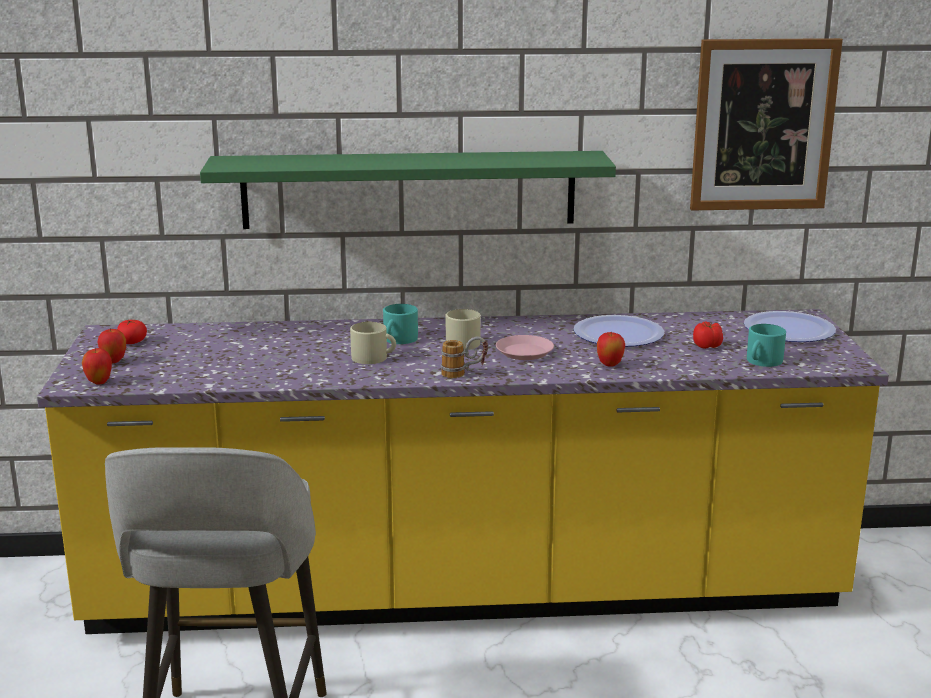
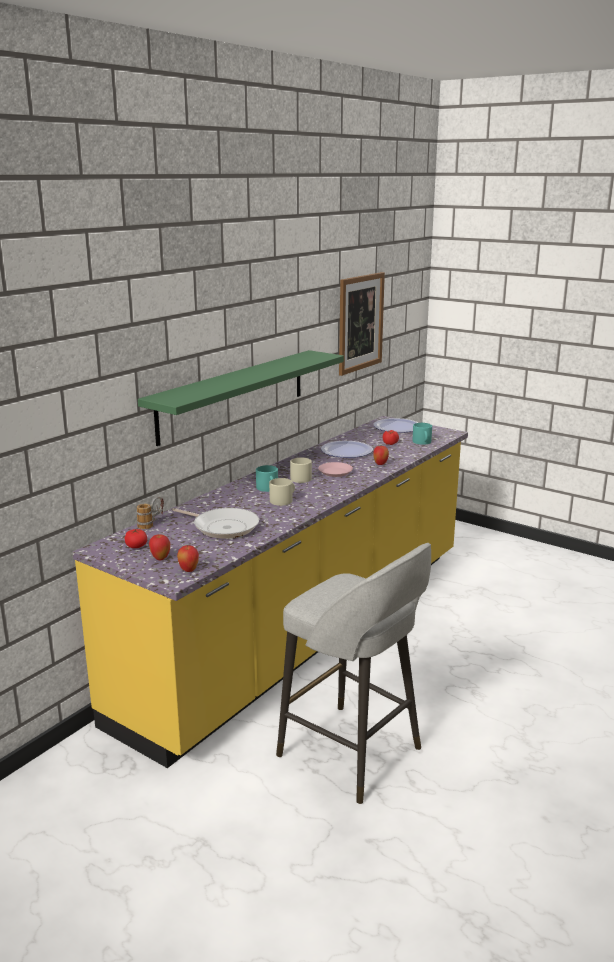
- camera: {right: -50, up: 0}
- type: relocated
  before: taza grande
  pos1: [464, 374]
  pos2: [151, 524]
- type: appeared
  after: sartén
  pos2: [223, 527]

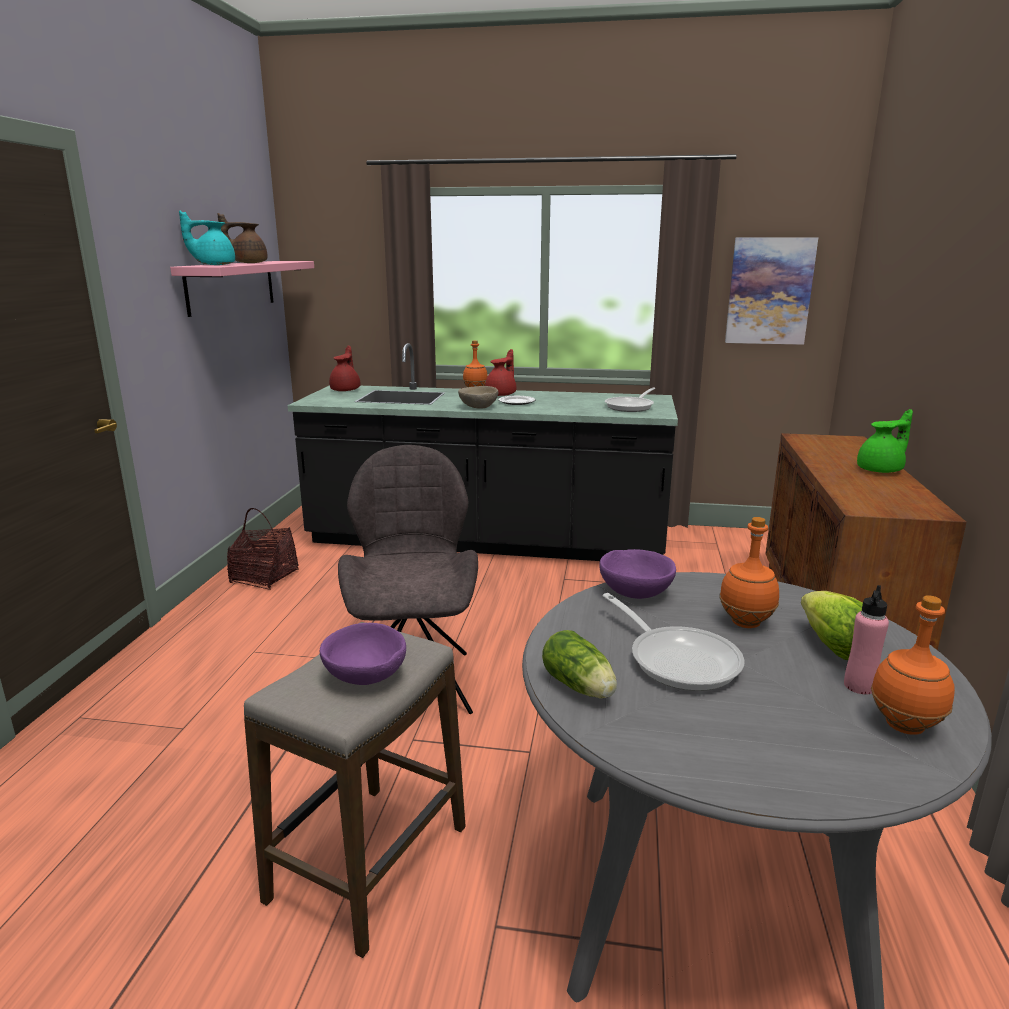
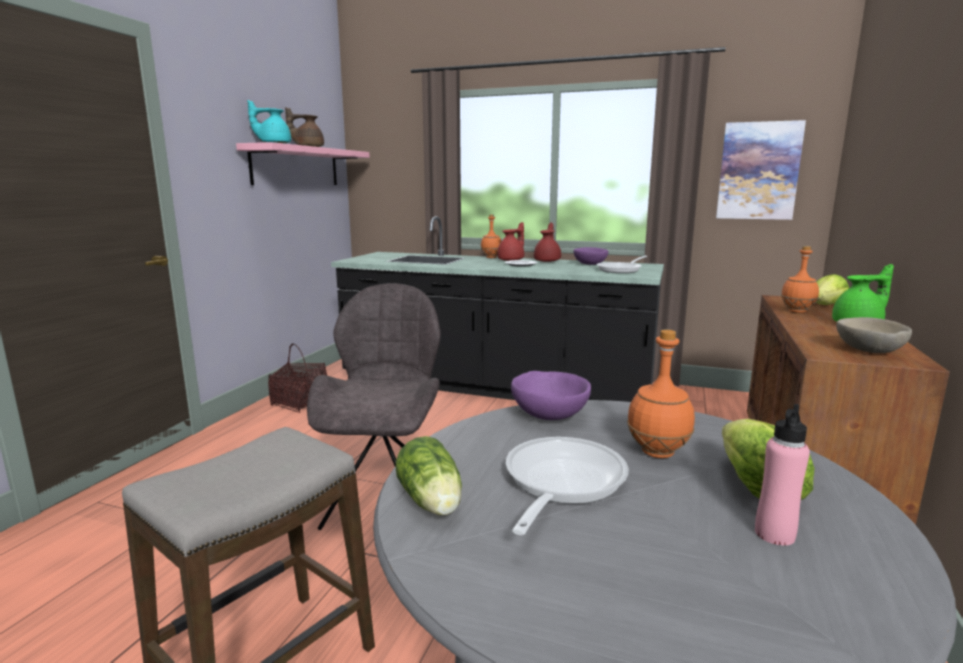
- camera: {right: 10, up: -5}
- type: relocated
  before: cuenco [morado]
  pos1: [364, 676]
  pos2: [589, 264]
- type: relocated
  before: tetera [rojo]
  pos1: [346, 390]
  pos2: [547, 261]
- type: relocated
  before: cuenco [beis]
  pos1: [478, 407]
  pos2: [868, 351]
- type: spun
  before: sartén
  pos1: [678, 659]
  pos2: [560, 483]
  turn: -135
- type: relocated
  before: botella [naranja]
  pos1: [905, 726]
  pos2: [797, 311]
- type: appeared
  after: lechuga
  pos2: [826, 305]

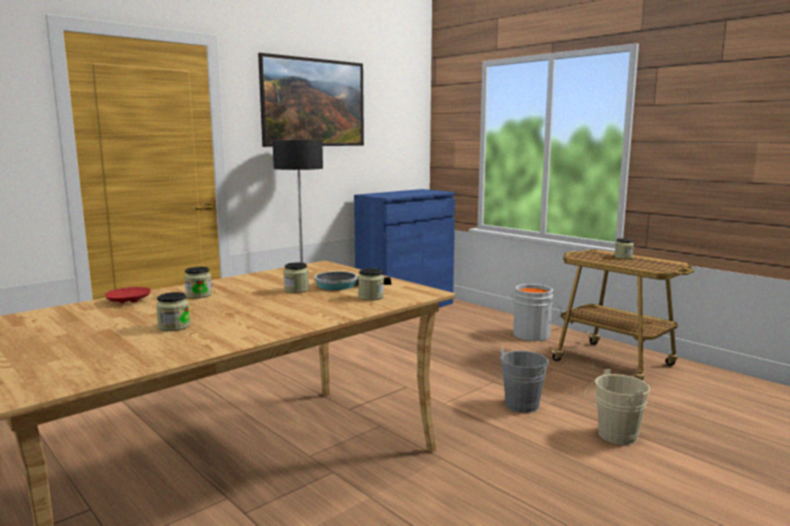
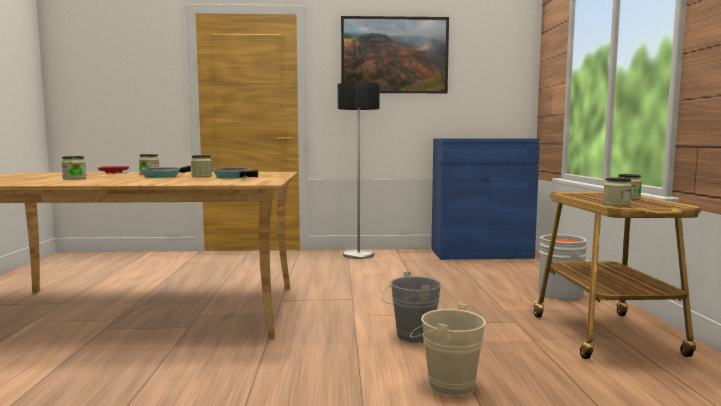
- camera: {right: 40, up: -5}
- type: relocated
  before: tarro
  pos1: [371, 297]
  pos2: [616, 204]
- type: appeared
  after: sartén
  pos2: [163, 176]

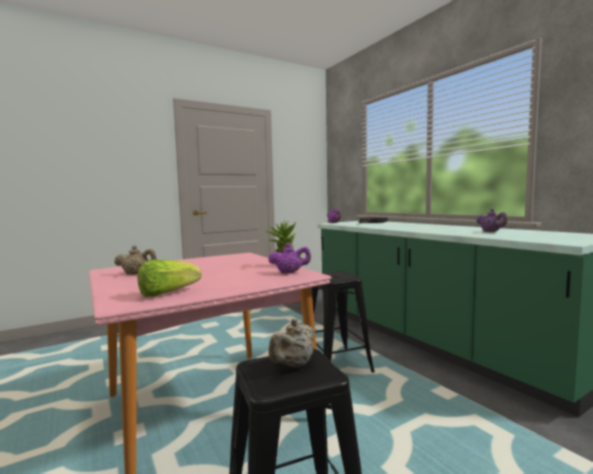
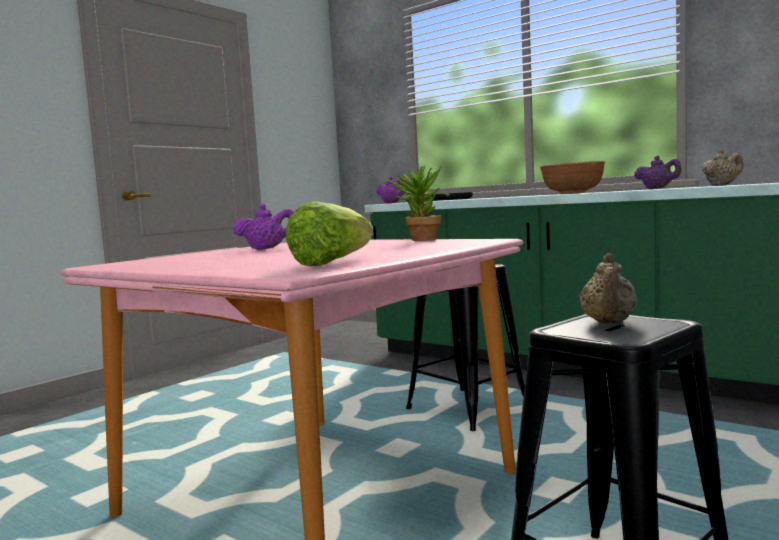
- camera: {right: -20, up: 0}
- type: relocated
  before: tetera [beis]
  pos1: [136, 274]
  pos2: [722, 185]
- type: relocated
  before: tetera [morado]
  pos1: [290, 272]
  pos2: [267, 249]
- type: appeared
  after: cuenco [marrón]
  pos2: [572, 193]

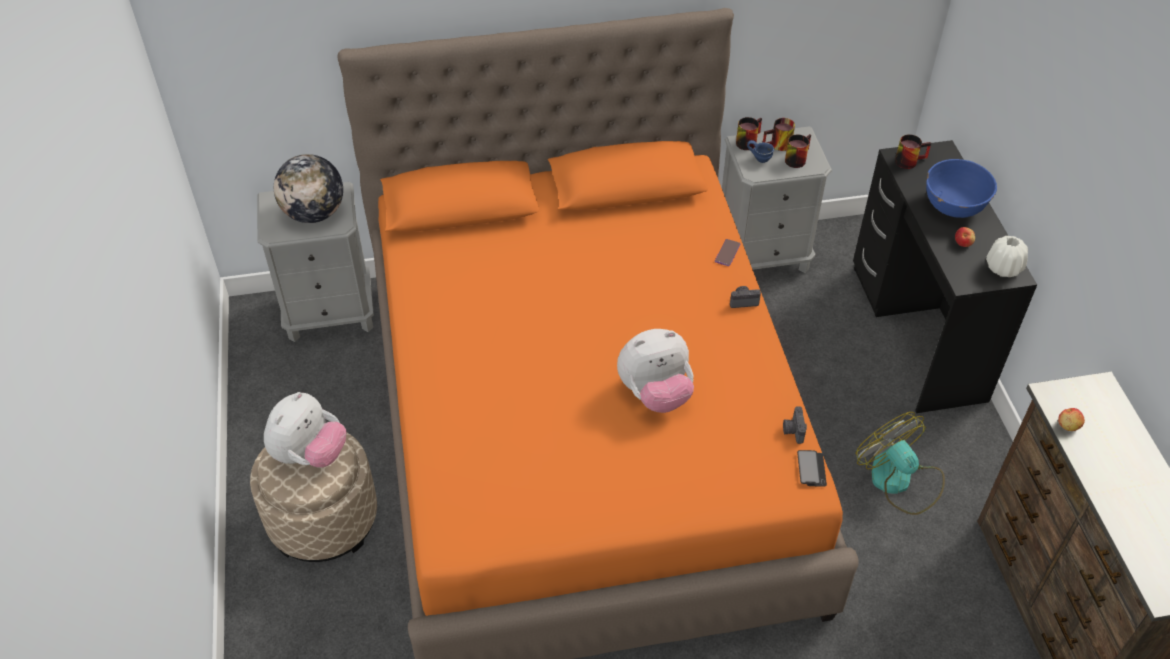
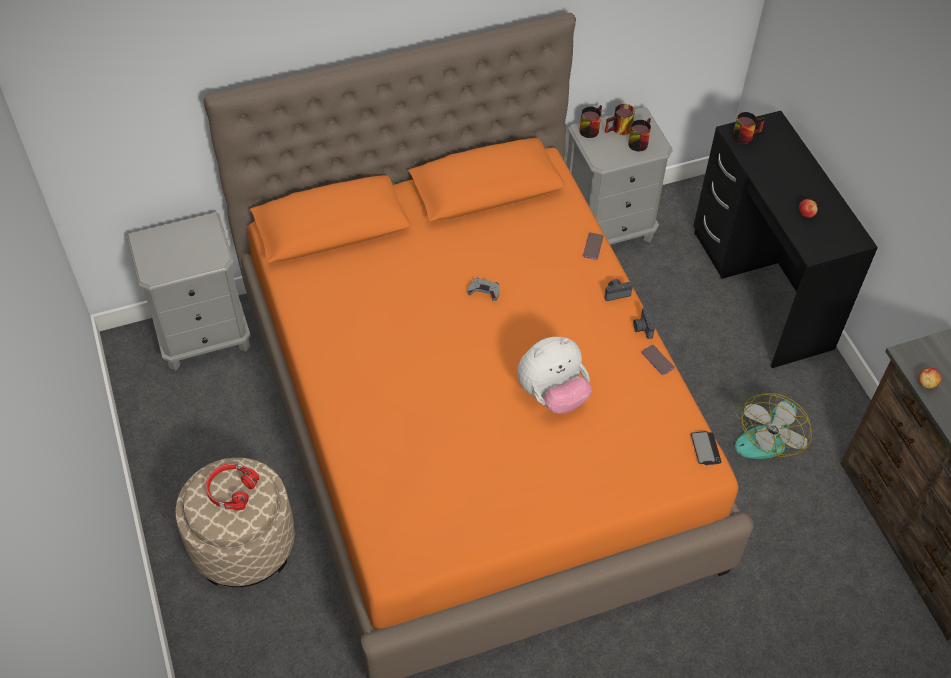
- camera: {right: -10, up: 5}
- type: exchanged
  before: peluche
  after: auriculares [rojo]
  pos1: [310, 454]
  pos2: [231, 489]
- type: missing
  before: globo terráqueo
  pos1: [314, 213]
- type: missing
  before: taza grande [azul]
  pos1: [760, 158]
- type: relocated
  before: cámara
  pos1: [793, 430]
  pos2: [642, 328]
- type: spun
  before: ventilador
  pos1: [899, 481]
  pos2: [766, 435]
  turn: -105
- type: missing
  before: cuenco [azul]
  pos1: [954, 205]
- type: missing
  before: florero [blanco]
  pos1: [1003, 268]
- type: appeared
  after: mando de consola [gris]
  pos2: [484, 290]
- type: appeared
  after: móvil
  pos2: [657, 360]

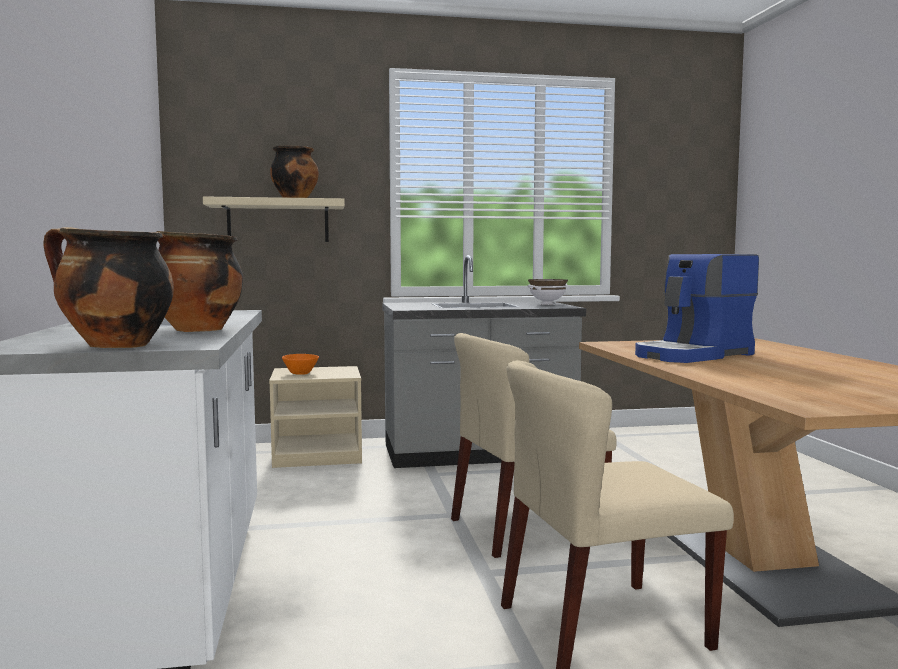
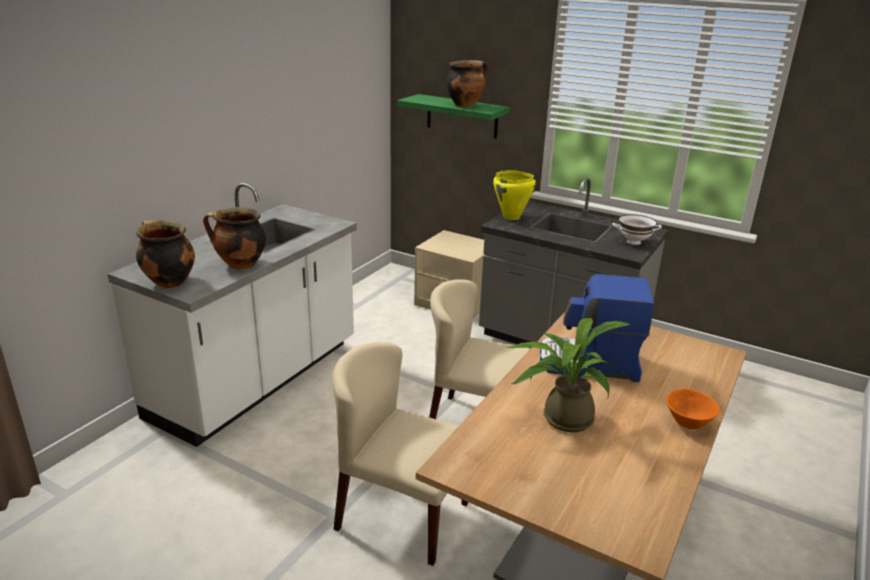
- camera: {right: 40, up: 20}
- type: colour
  before: estante [beis]
  after: estante [verde]
  pos1: [278, 221]
  pos2: [462, 116]
- type: relocated
  before: cuenco [naranja]
  pos1: [299, 373]
  pos2: [686, 423]
- type: appeared
  after: olla [amarillo]
  pos2: [511, 217]
- type: appeared
  after: planta en maceta
  pos2: [561, 417]

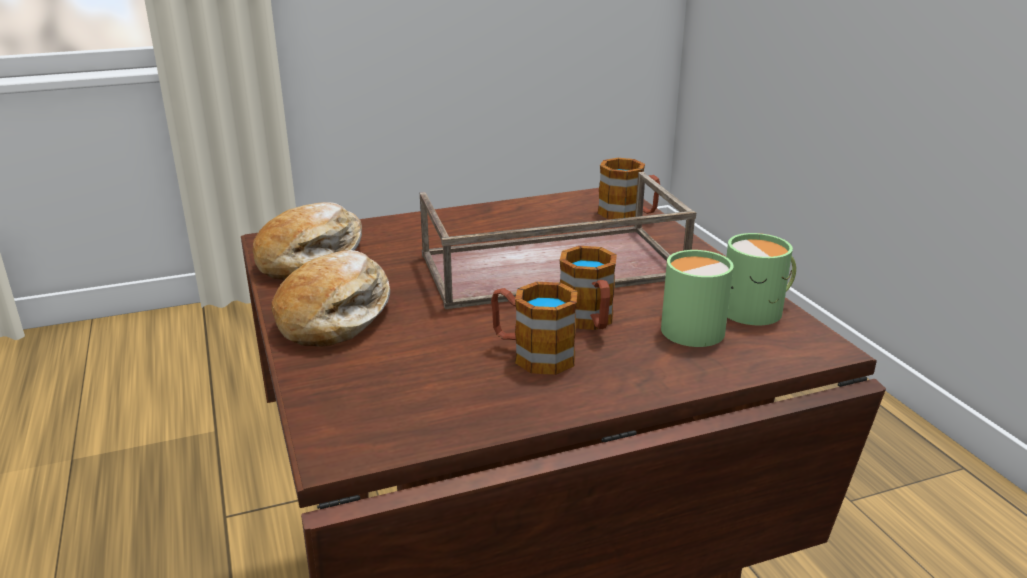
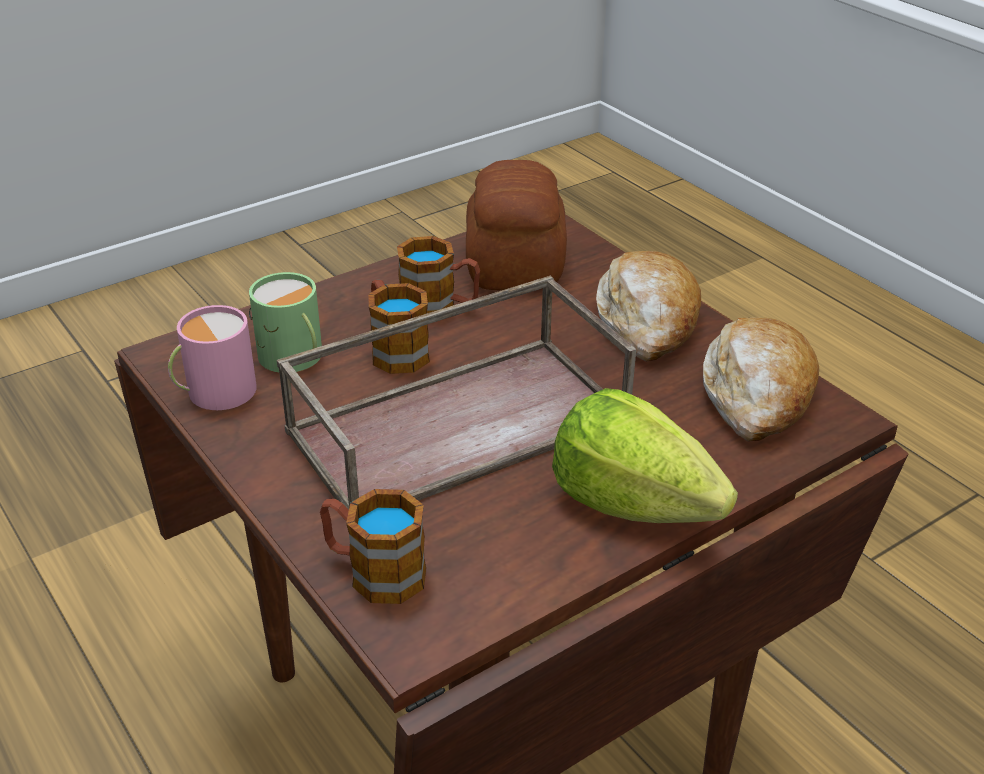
- camera: {right: 165, up: 10}
- type: colour
  before: taza grande [verde]
  after: taza grande [rosa]
  pos1: [758, 310]
  pos2: [214, 391]
- type: appeared
  after: pan
  pos2: [513, 263]
- type: appeared
  after: lechuga
  pos2: [632, 502]

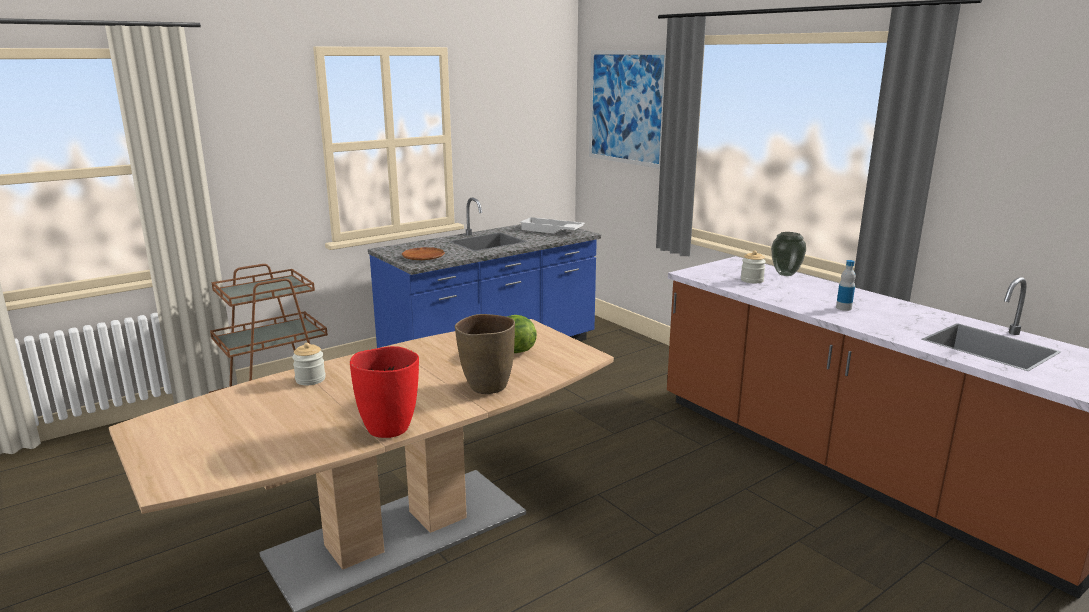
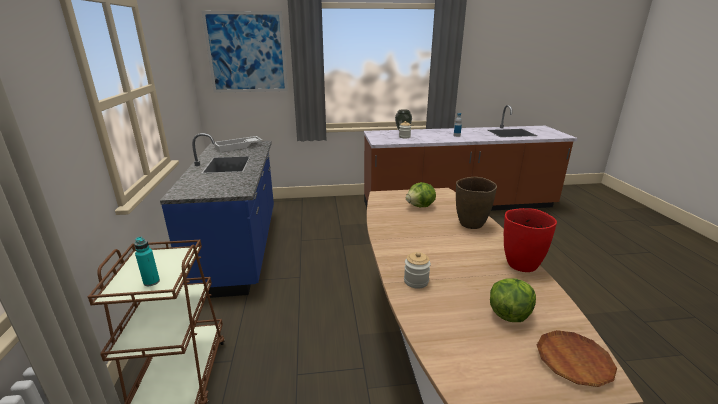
- camera: {right: -60, up: 5}
- type: relocated
  before: plato [marrón]
  pos1: [423, 257]
  pos2: [573, 361]
- type: appeared
  after: botella [turquesa]
  pos2: [151, 282]
- type: appeared
  after: lechuga
  pos2: [509, 314]

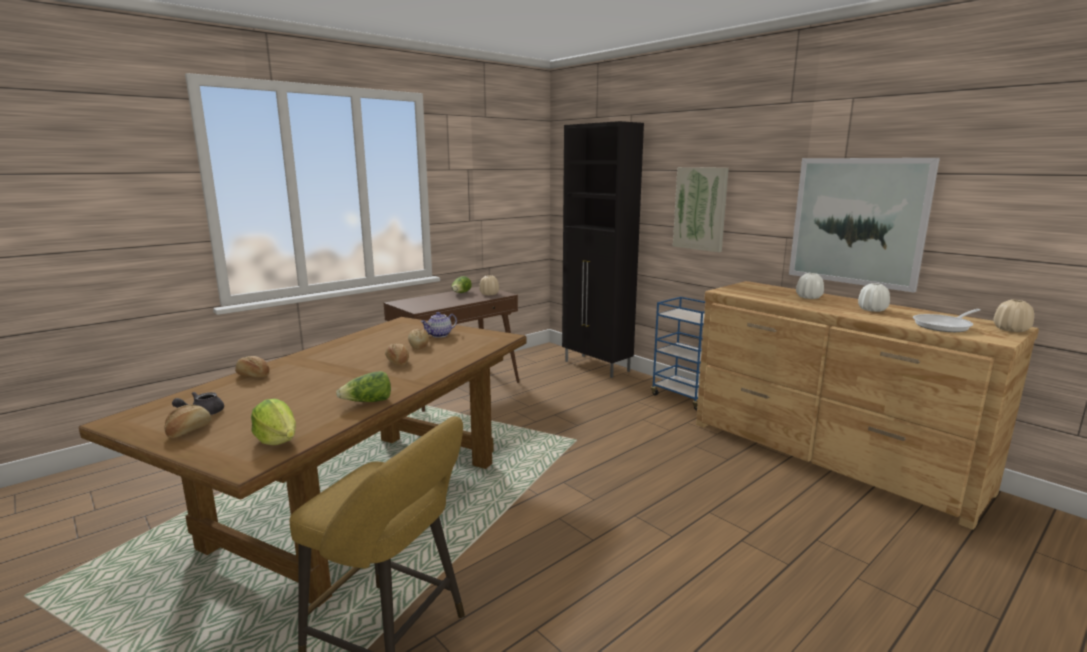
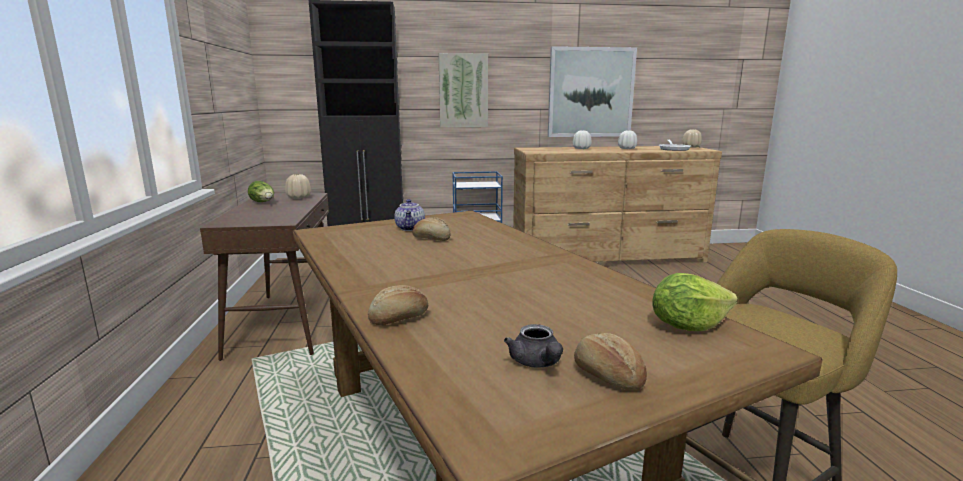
- camera: {right: -55, up: 0}
- type: missing
  before: lechuga
  pos1: [368, 402]
- type: missing
  before: pan
  pos1: [397, 362]

